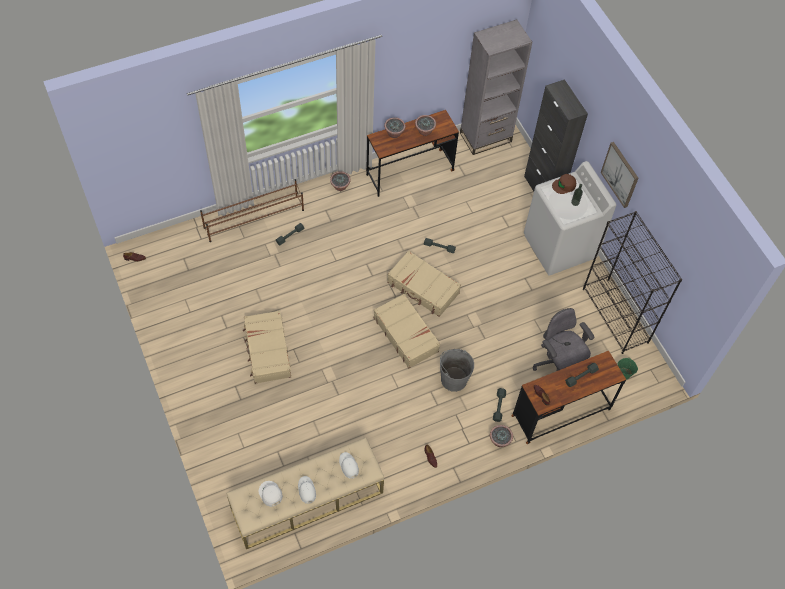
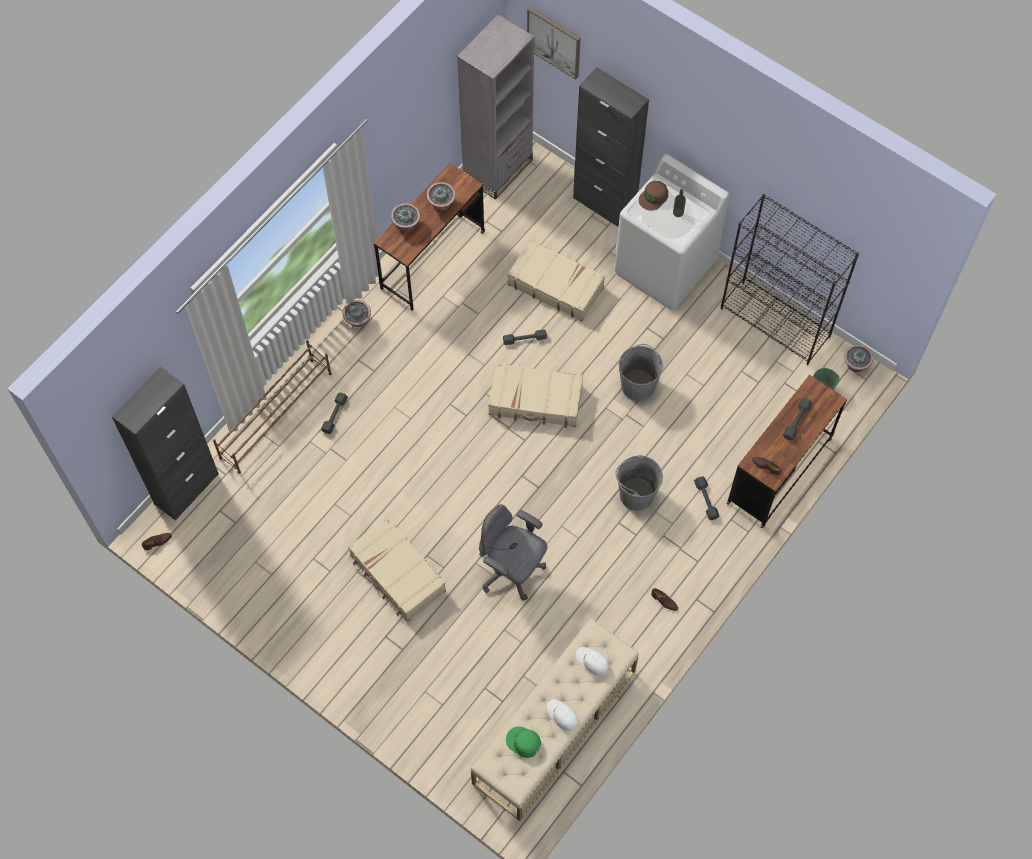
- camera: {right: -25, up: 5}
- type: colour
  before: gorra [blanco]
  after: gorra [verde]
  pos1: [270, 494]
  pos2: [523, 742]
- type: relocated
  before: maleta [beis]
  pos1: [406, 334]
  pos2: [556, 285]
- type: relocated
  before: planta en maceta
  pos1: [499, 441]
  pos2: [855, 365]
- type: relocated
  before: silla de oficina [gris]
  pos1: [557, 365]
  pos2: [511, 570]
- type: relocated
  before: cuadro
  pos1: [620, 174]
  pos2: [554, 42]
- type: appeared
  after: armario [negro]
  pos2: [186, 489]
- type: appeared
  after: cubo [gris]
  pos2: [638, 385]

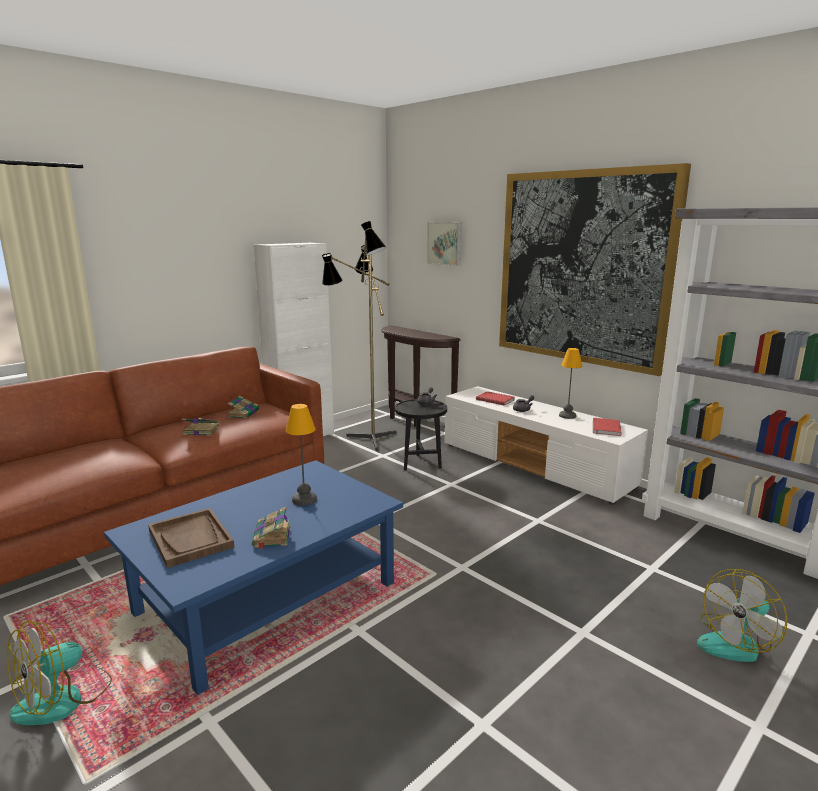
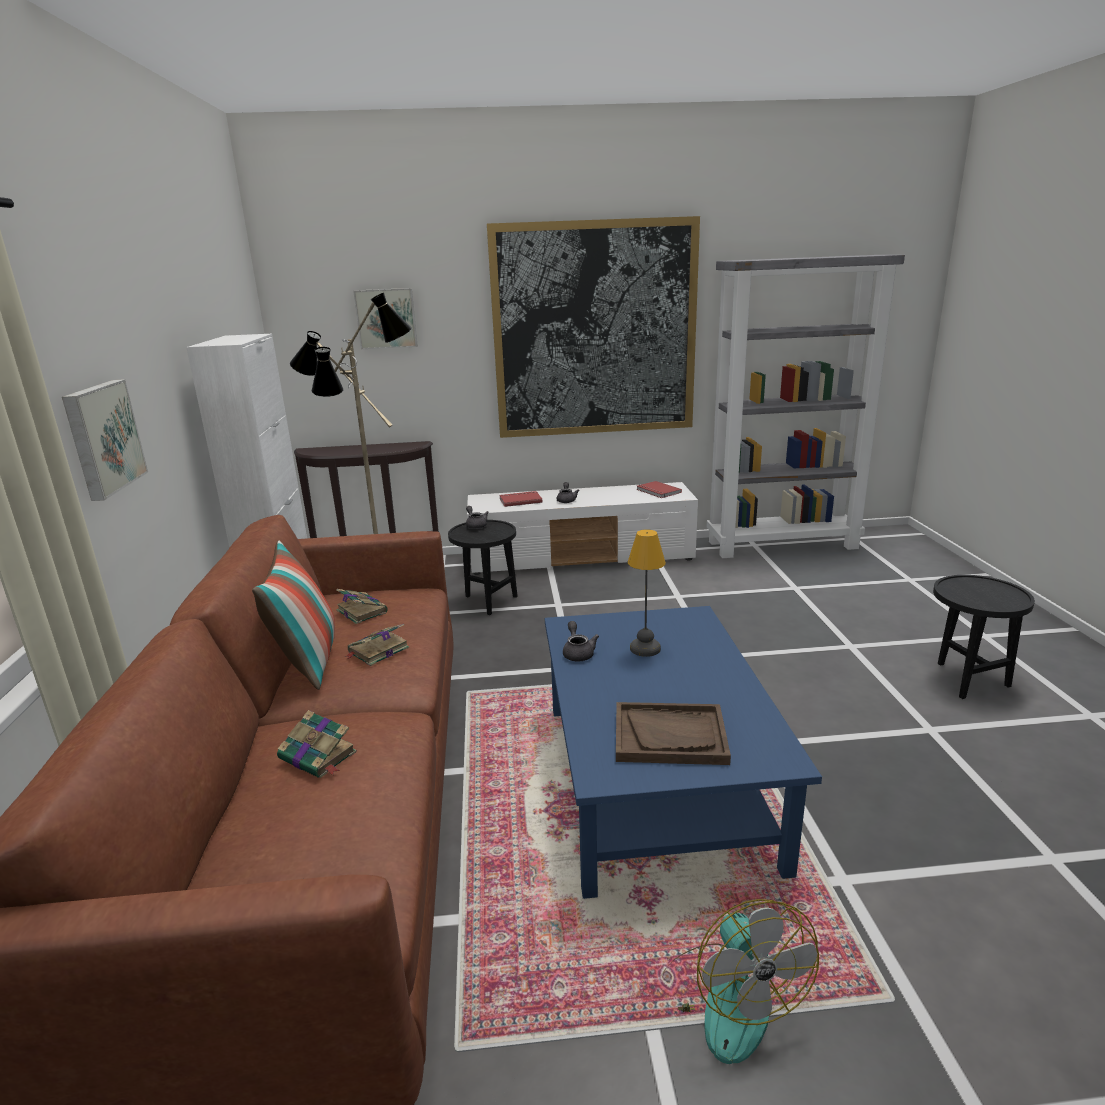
- camera: {right: -50, up: 5}
- type: relocated
  before: libro
  pos1: [272, 536]
  pos2: [319, 756]
- type: missing
  before: lámpara de mesa
  pos1: [568, 415]
- type: missing
  before: ventilador
  pos1: [735, 643]
- type: appeared
  after: cuadro
  pos2: [102, 438]
- type: appeared
  after: cojín
  pos2: [307, 662]
- type: appeared
  after: tetera [gris]
  pos2: [578, 653]
- type: appeared
  after: mesa auxiliar [negro]
  pos2: [965, 679]

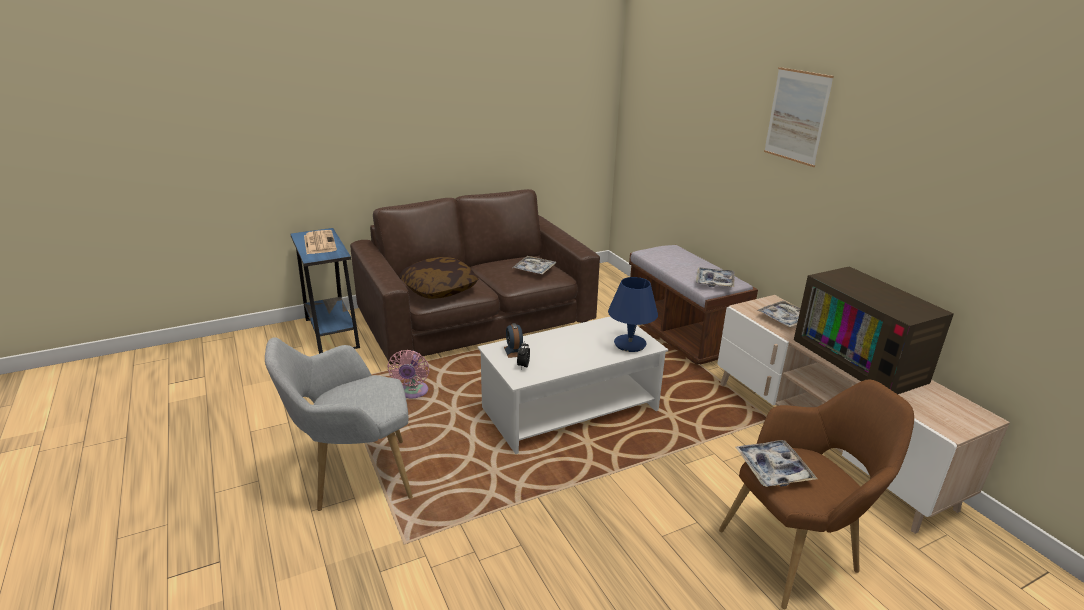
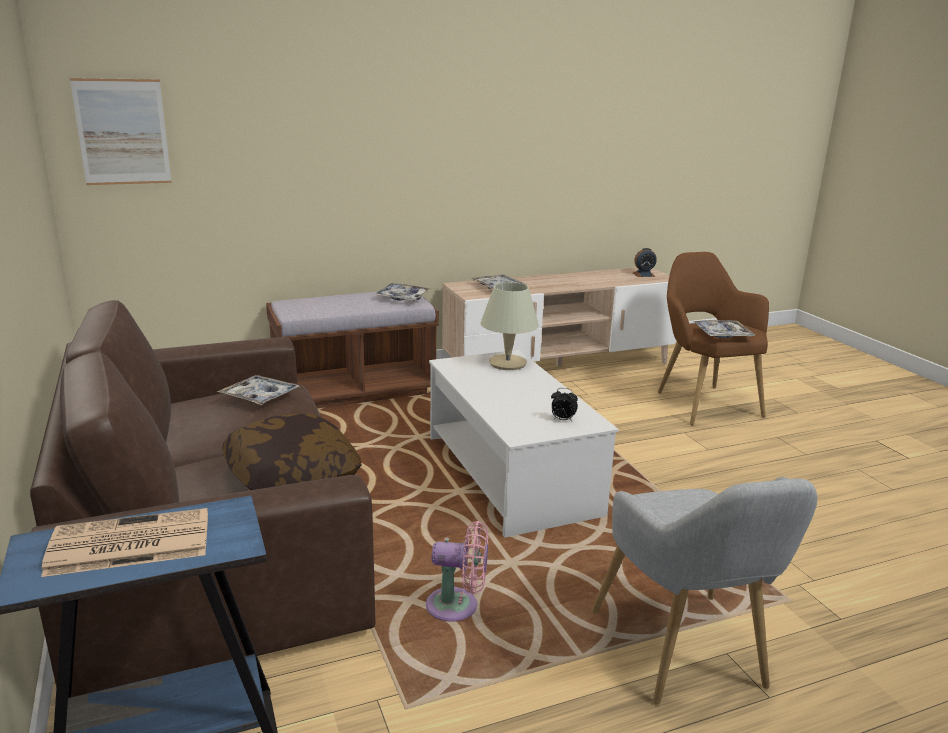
- camera: {right: -85, up: -5}
- type: relocated
  before: despertador
  pos1: [514, 351]
  pos2: [643, 274]
- type: colour
  before: lámpara de mesa [azul]
  after: lámpara de mesa [beis]
  pos1: [630, 344]
  pos2: [507, 363]
- type: relocated
  before: cuadro
  pos1: [797, 116]
  pos2: [122, 132]
- type: missing
  before: televisor
  pos1: [862, 360]

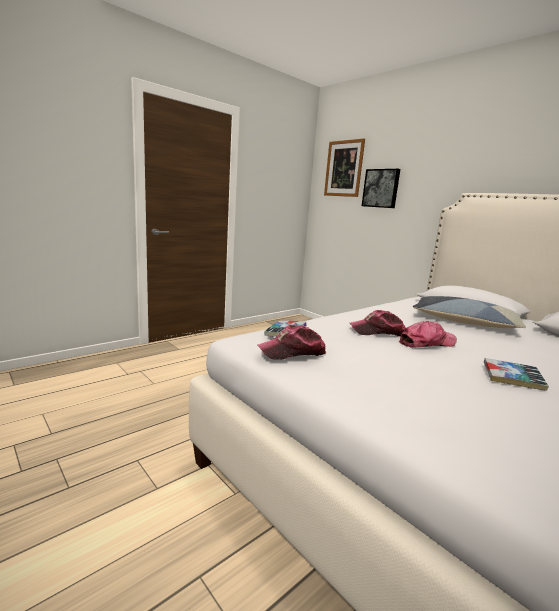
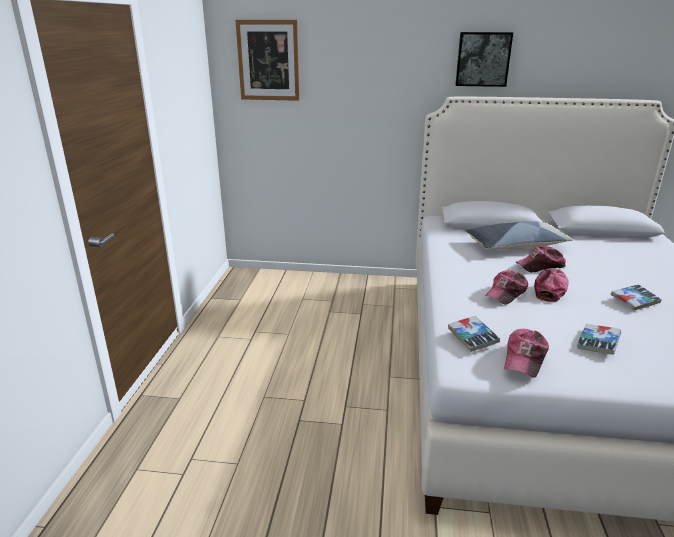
- camera: {right: -40, up: 10}
- type: relocated
  before: cuadro
  pos1: [381, 188]
  pos2: [483, 59]
- type: appeared
  after: gorra
  pos2: [540, 266]
- type: appeared
  after: libro
  pos2: [598, 343]

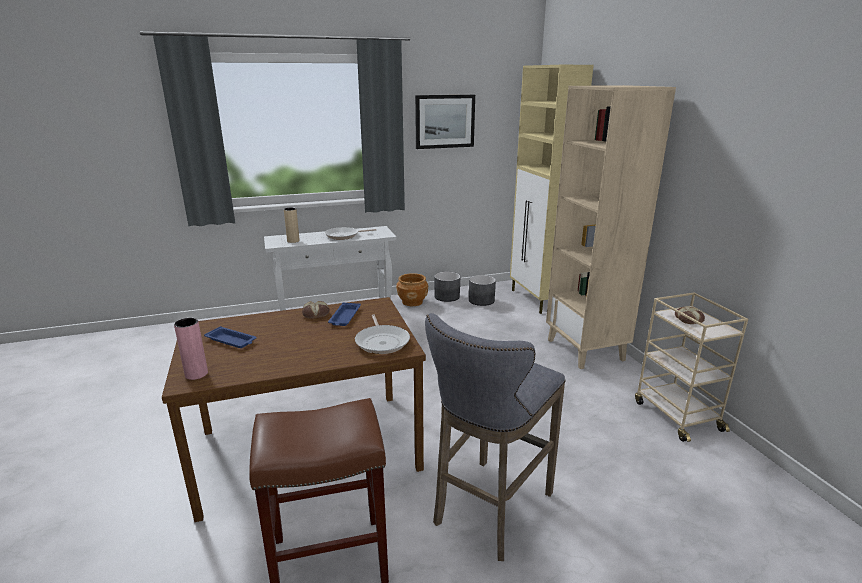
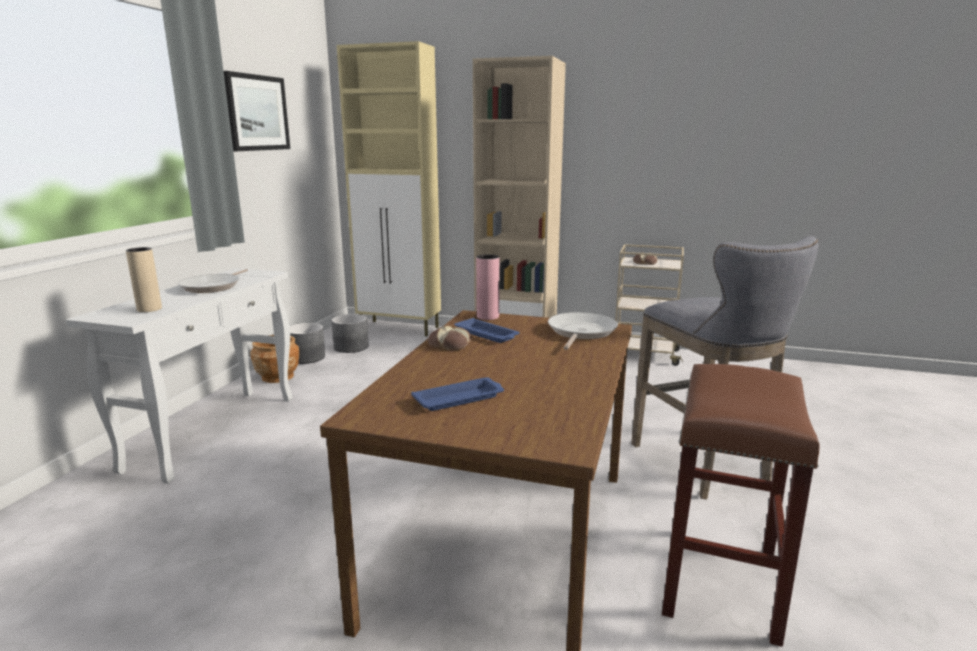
- camera: {right: -55, up: -5}
- type: relocated
  before: florero [rosa]
  pos1: [196, 374]
  pos2: [487, 316]
- type: spun
  before: sartén
  pos1: [382, 341]
  pos2: [580, 332]
  turn: -90

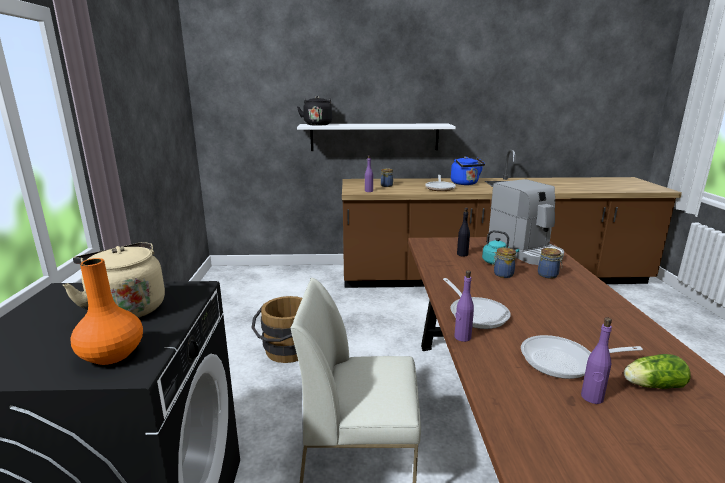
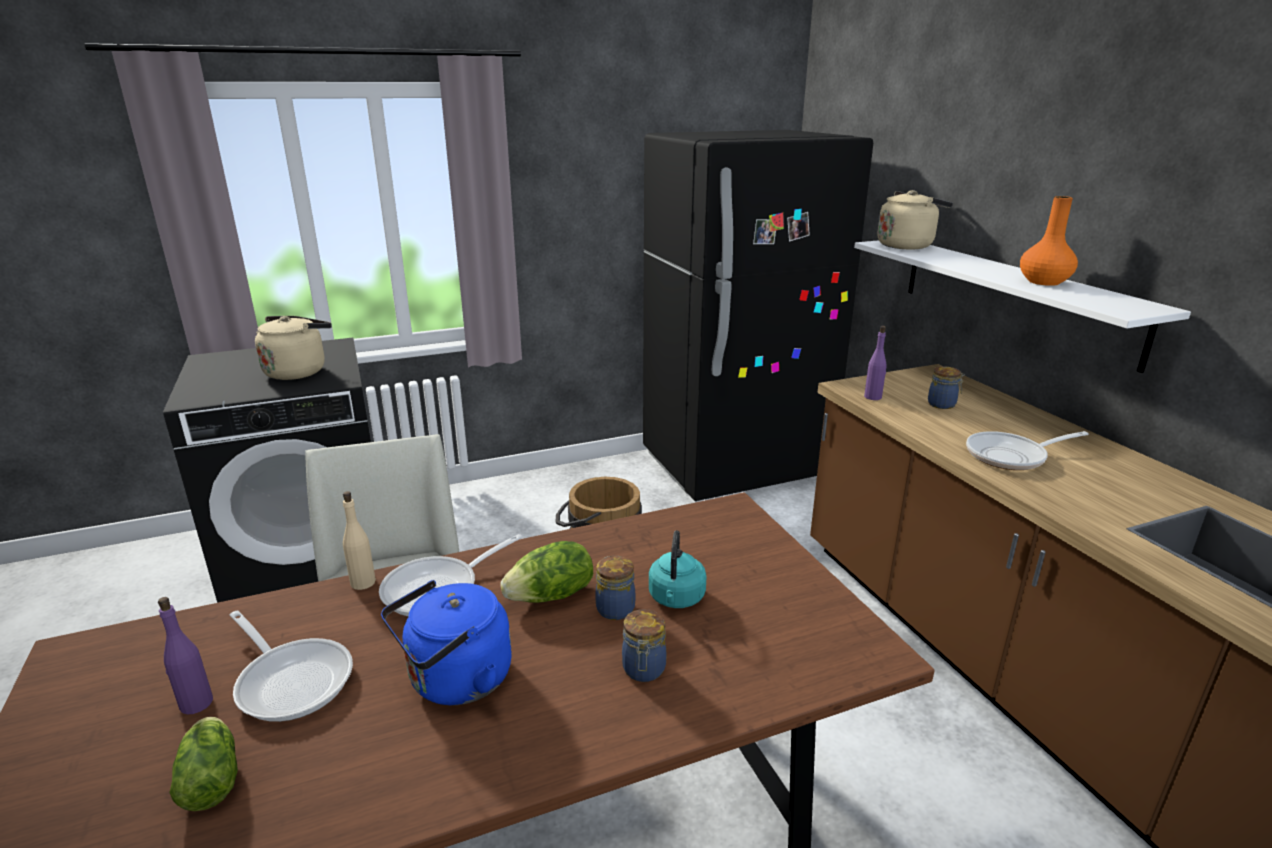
- camera: {right: 70, up: 5}
- type: relocated
  before: florero [naranja]
  pos1: [113, 355]
  pos2: [1044, 282]
- type: colour
  before: hervidor [negro]
  after: hervidor [beis]
  pos1: [317, 124]
  pos2: [907, 245]
- type: relocated
  before: hervidor [azul]
  pos1: [465, 183]
  pos2: [455, 681]
- type: colour
  before: botella [morado]
  after: botella [beis]
  pos1: [462, 337]
  pos2: [363, 582]
- type: missing
  before: botella [negro]
  pos1: [462, 254]
- type: missing
  before: cafetera
  pos1: [526, 252]
- type: spun
  before: sartén
  pos1: [564, 361]
  pos2: [292, 680]
  turn: 150
- type: appeared
  after: lechuga
  pos2: [552, 596]
- type: appeared
  after: nevera [negro]
  pos2: [734, 466]

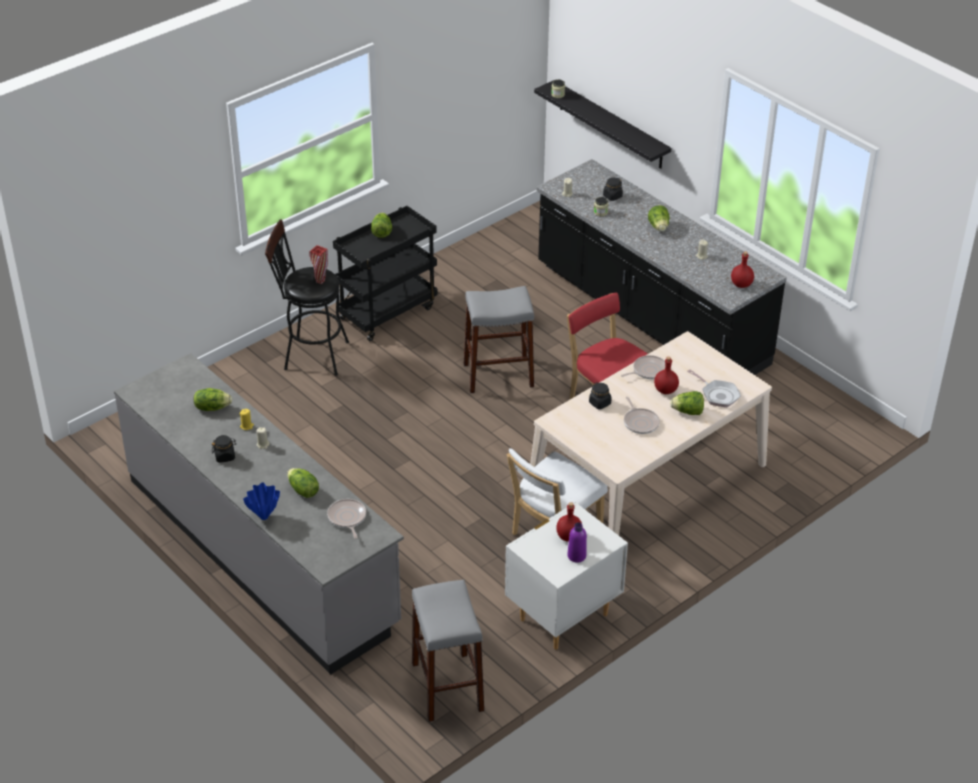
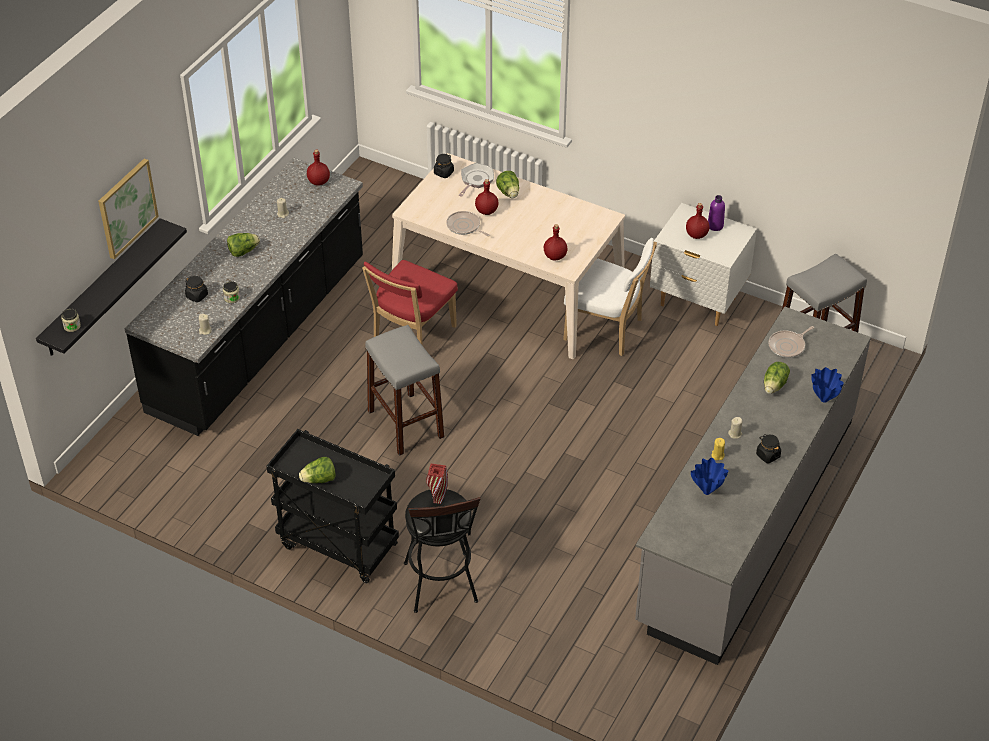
- camera: {right: -110, up: 5}
- type: exchanged
  before: lechuga
  after: florero [azul]
  pos1: [212, 407]
  pos2: [707, 492]
- type: relocated
  before: tarro [negro]
  pos1: [600, 403]
  pos2: [444, 172]
- type: missing
  before: sartén
  pos1: [640, 422]
- type: appeared
  after: cuadro
  pos2: [127, 208]
- type: appeared
  after: botella [rojo]
  pos2: [555, 256]

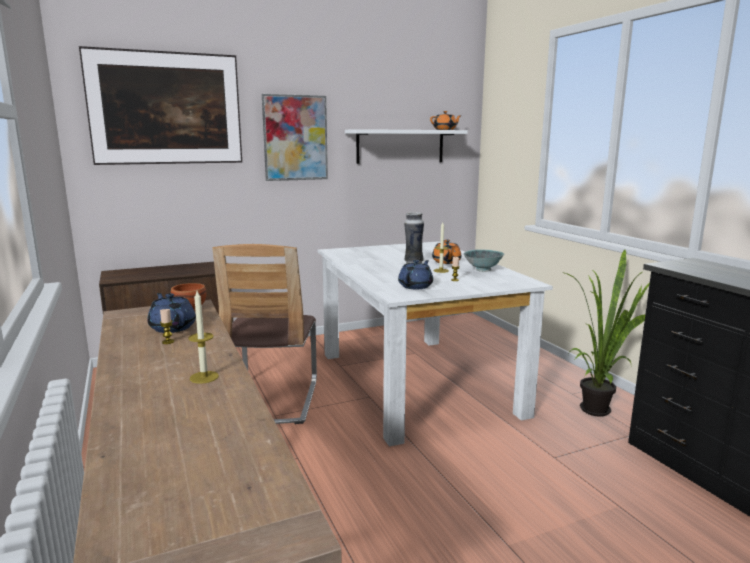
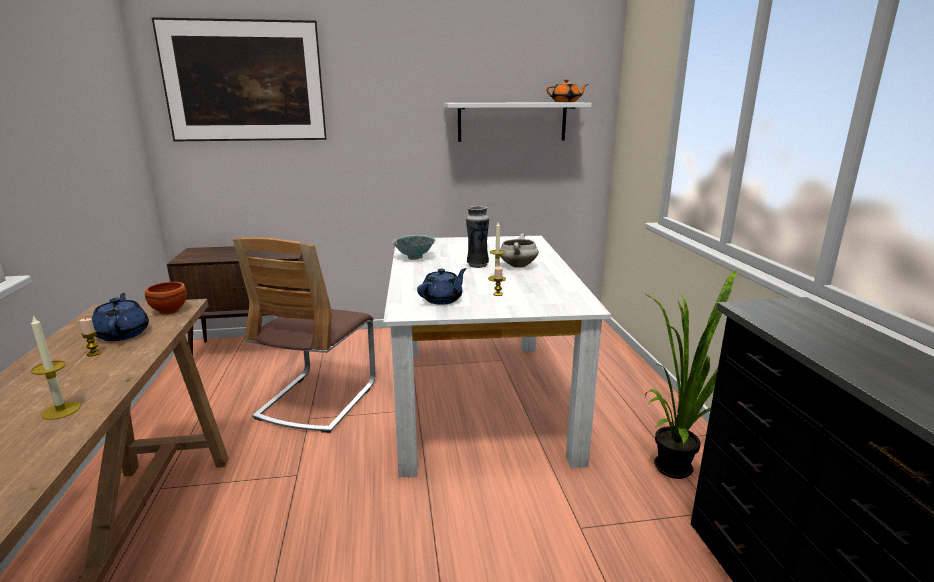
- camera: {right: 15, up: 5}
- type: missing
  before: cuadro
  pos1: [295, 138]
- type: exchanged
  before: tetera [naranja]
  after: olla [blanco]
  pos1: [446, 261]
  pos2: [517, 266]
- type: relocated
  before: cuenco
  pos1: [483, 270]
  pos2: [415, 257]

